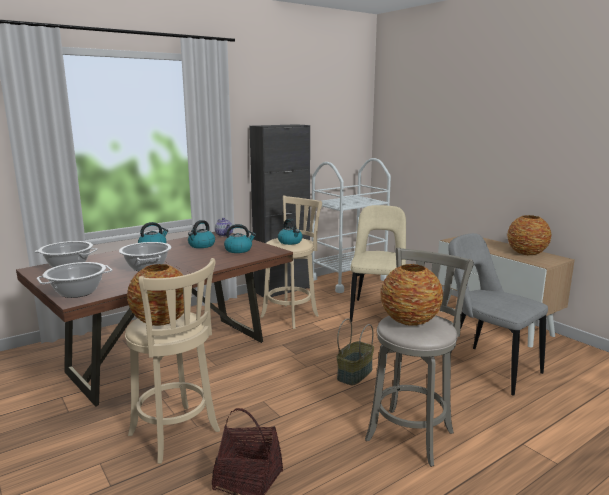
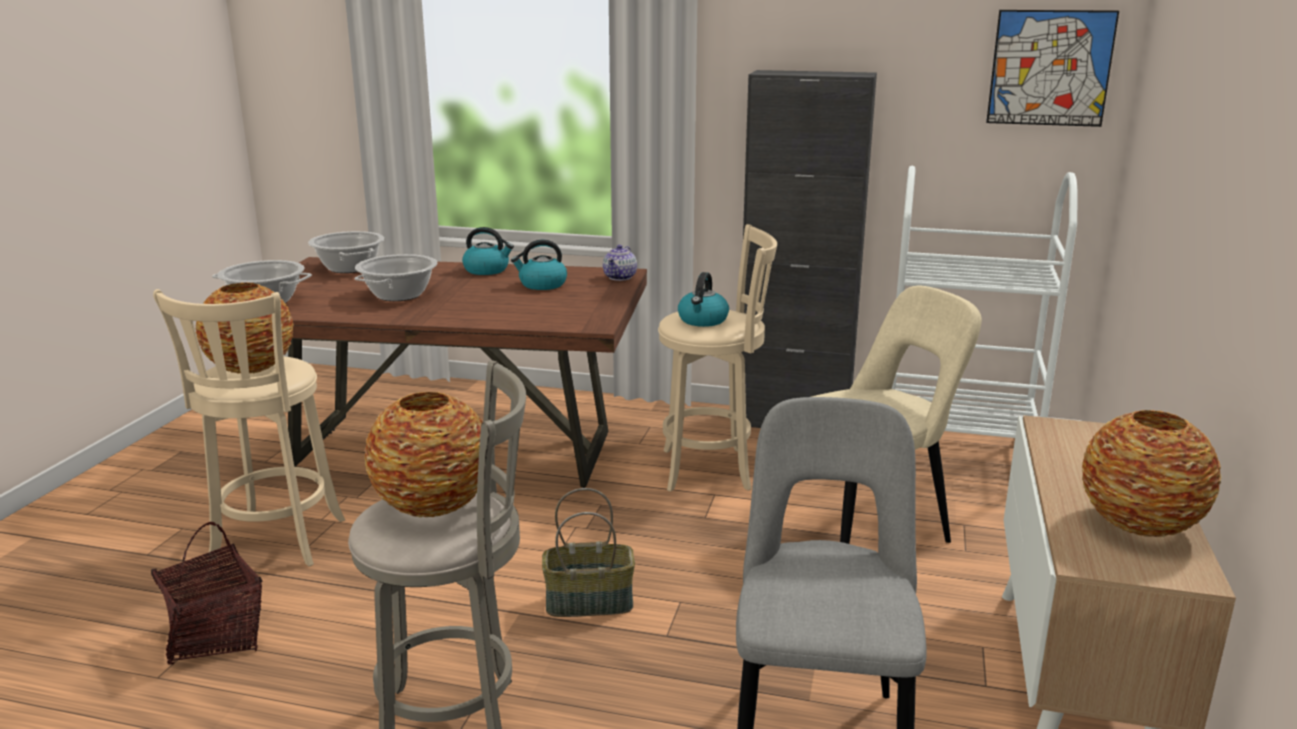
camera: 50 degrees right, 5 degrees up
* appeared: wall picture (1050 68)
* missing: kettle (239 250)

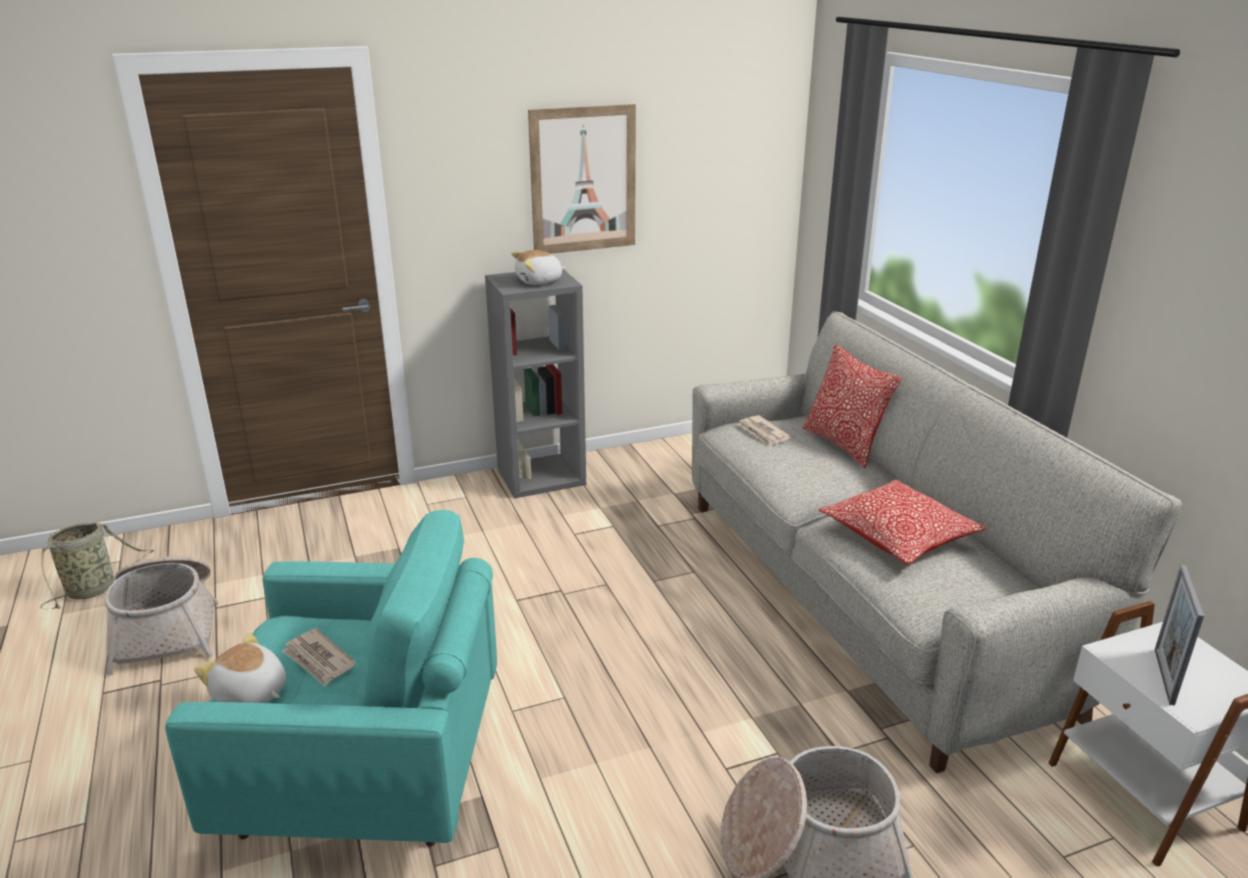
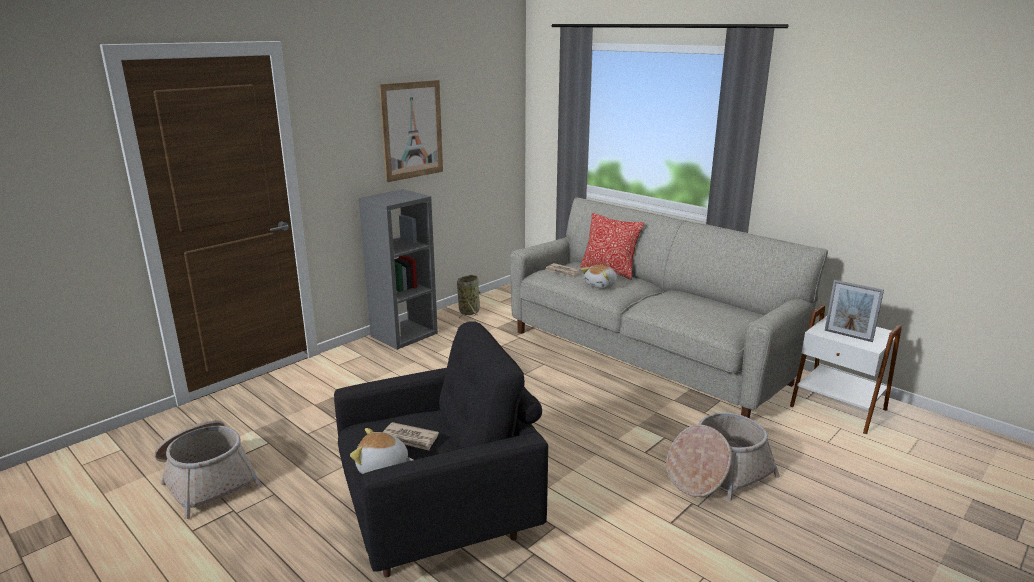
camera: 25 degrees left, 5 degrees down
* colour: easy chair in blue-green (368 775) to easy chair in blackish (440 517)
* relocated: household basket (94 589) to (470 311)
* relocated: plush toy (539 281) to (601 285)
* spun: standing frame (1164 676) = (848 335) 45 degrees counterclockwise
* missing: throw pillow (898 537)

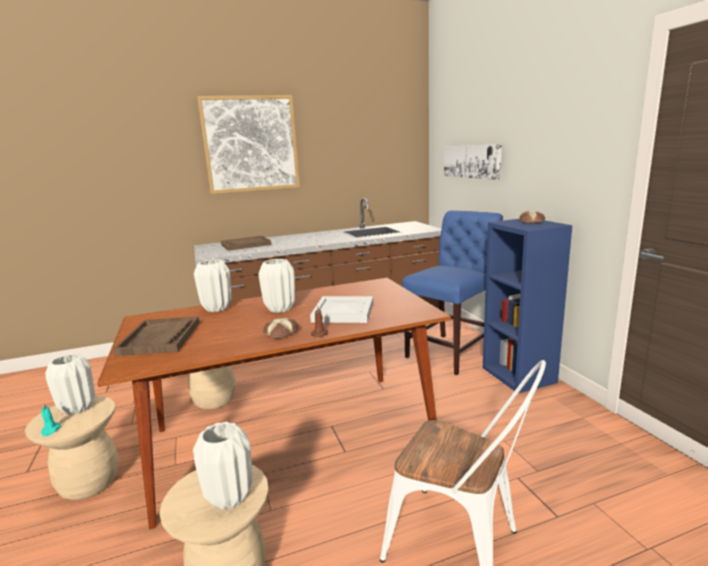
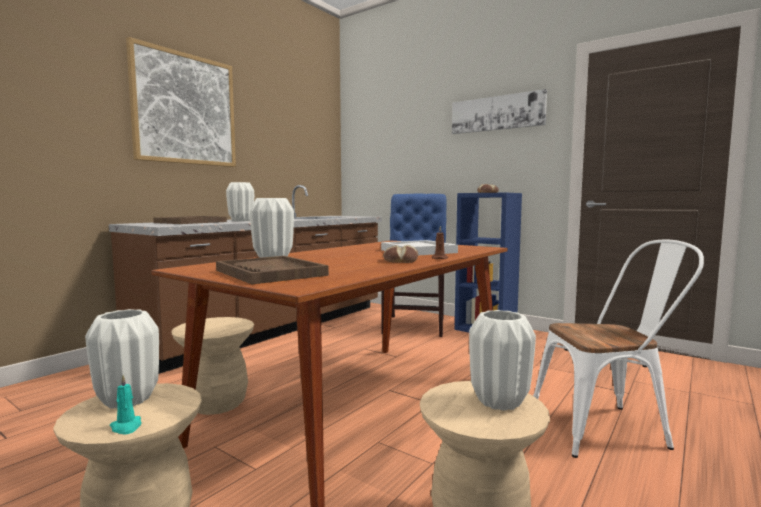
camera: 35 degrees left, 10 degrees down
* relocated: decorative vase in whitish (280 309) to (241 220)
* relocated: wall picture (471 161) to (497 113)

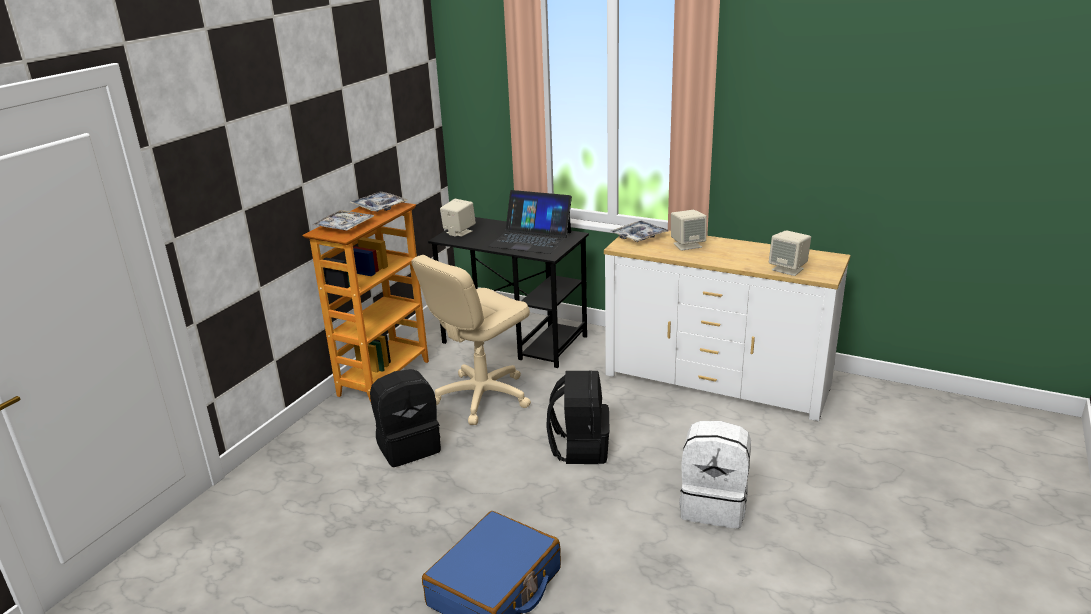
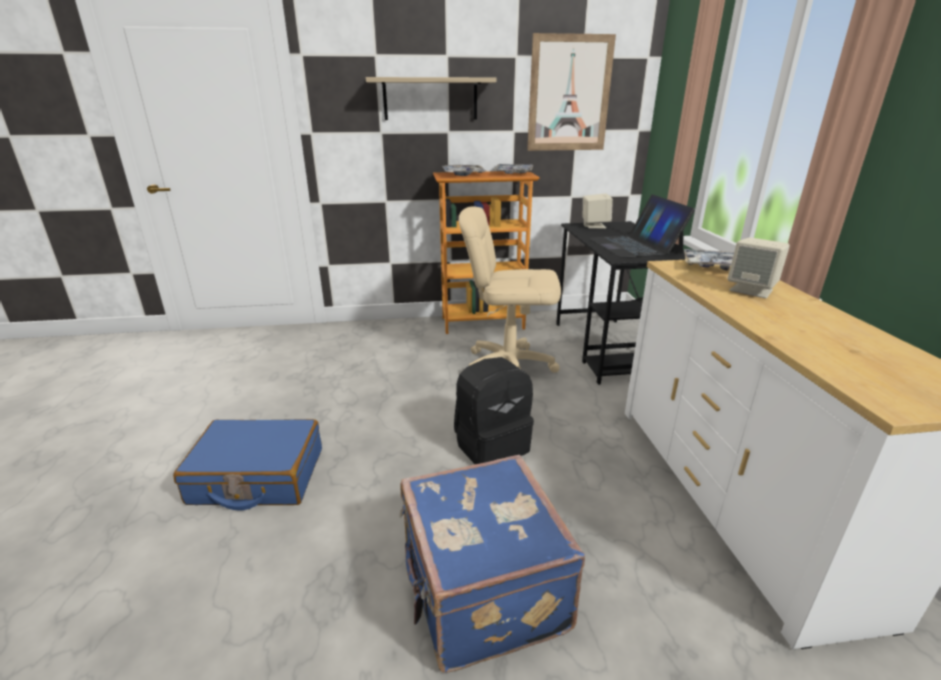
camera: 55 degrees right, 0 degrees up
* appeared: shelf (430 99)
* exchanged: rucksack in whitish (714 506) to suitcase in blue-coloured (481 591)
* appeared: wall picture (569 94)
* missing: rucksack in blackish (408 447)
* missing: audio speaker in beige (788 269)

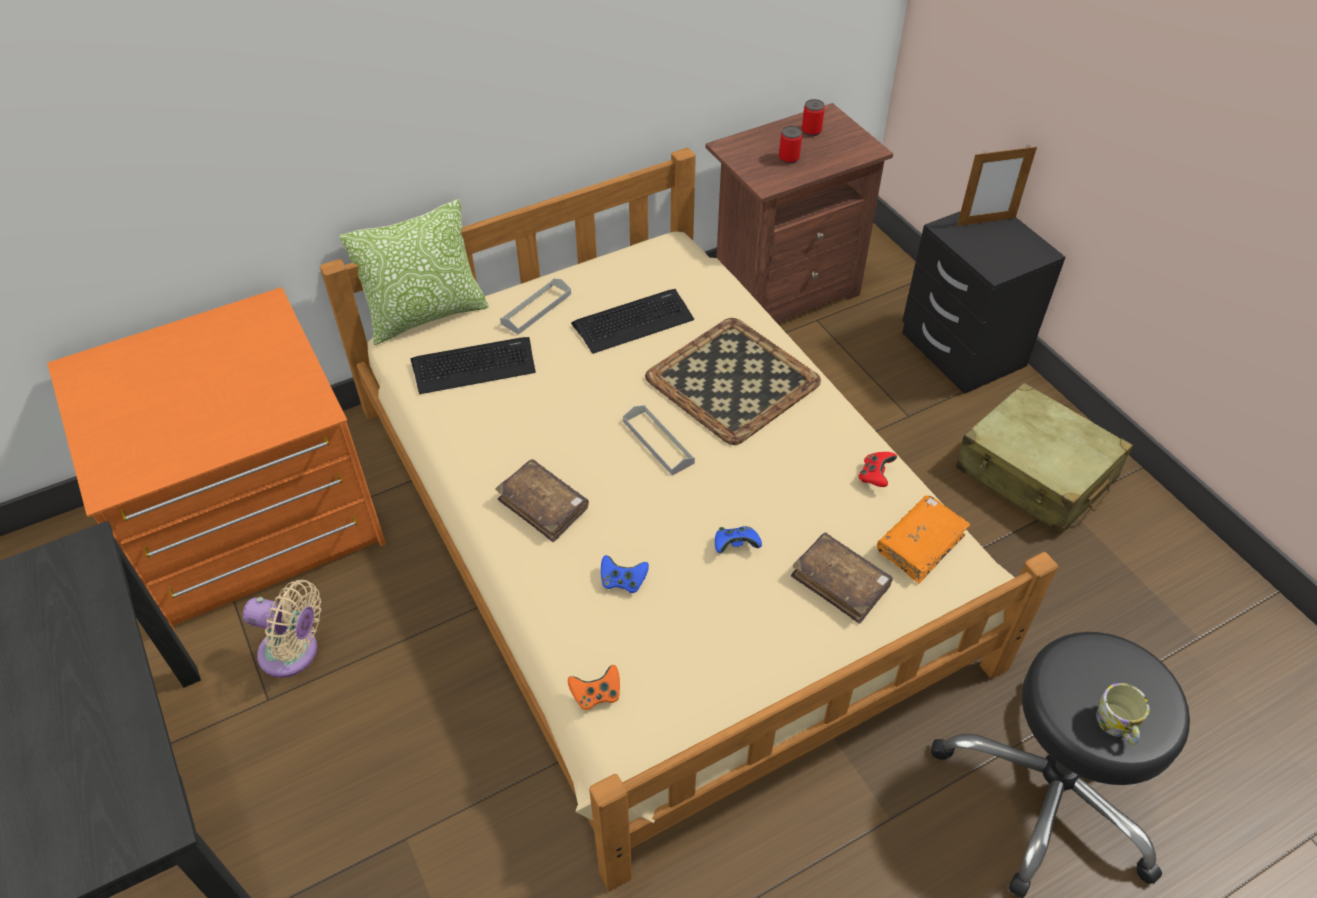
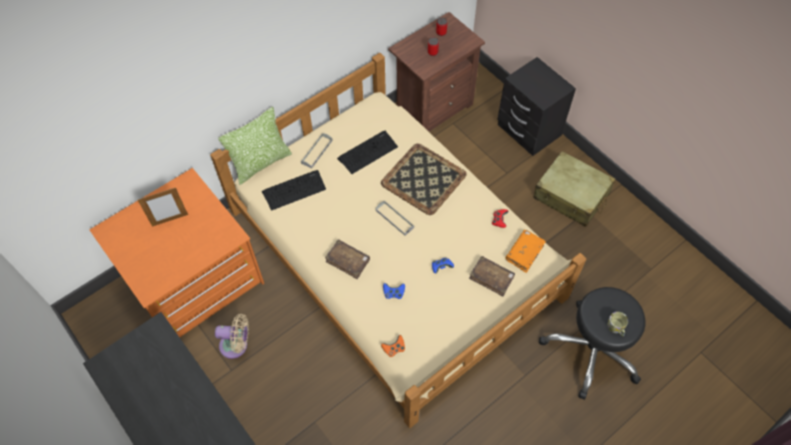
camera: 10 degrees left, 10 degrees up
* relocated: standing frame (986 221) to (170 220)

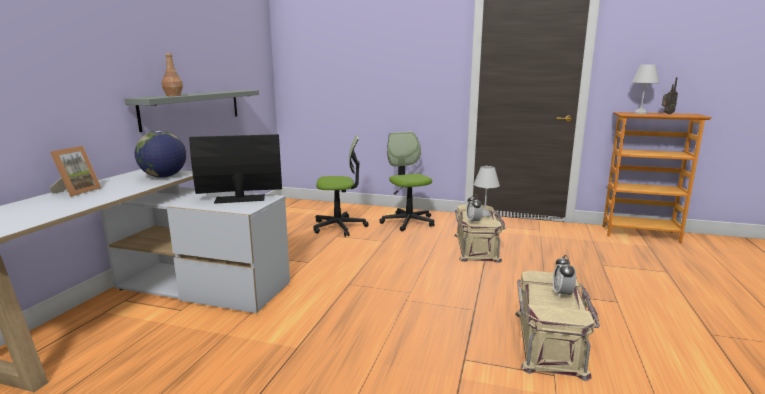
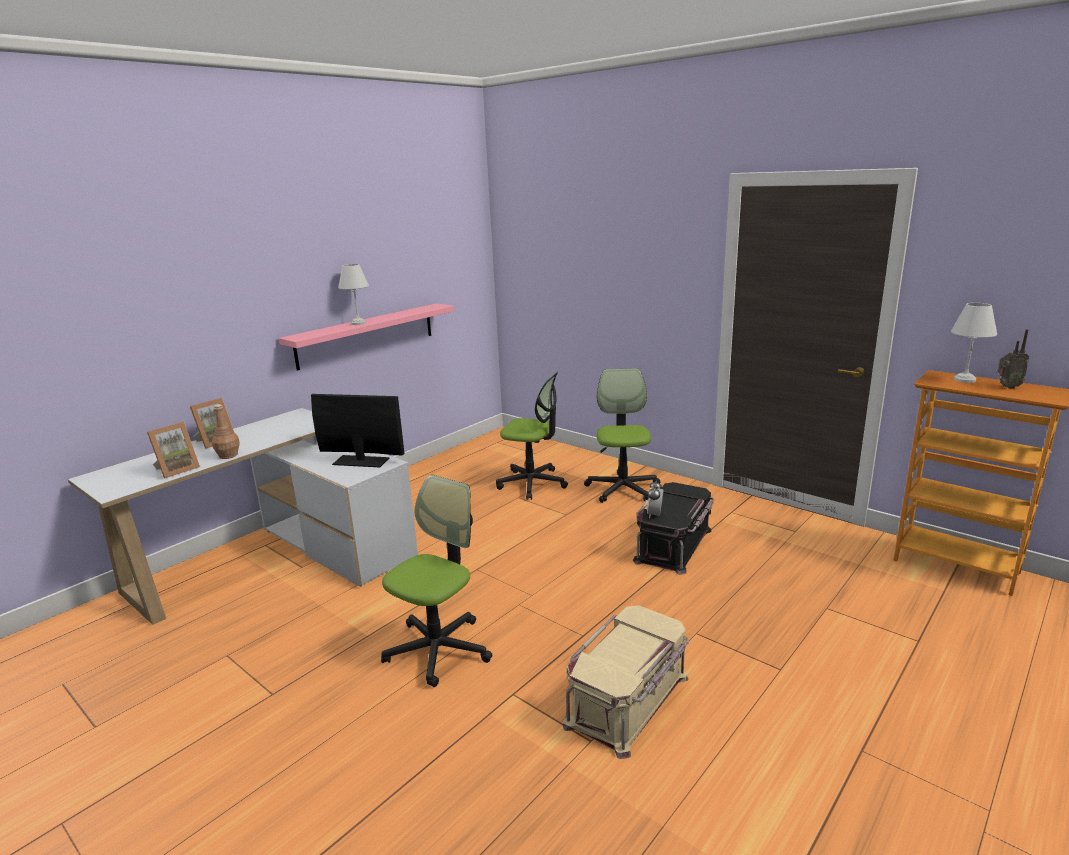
camera: 25 degrees right, 5 degrees up
* appeared: standing frame (177 470)
* relocated: drink bottle in brown-coloured (173 95) to (228 455)
* colour: shelf in grey (193 108) to shelf in pink (367 335)
* relocated: tabletop lamp in whitish (484 215) to (358 323)
* appeared: computer chair (438 649)
* colour: storage container in beige (477 247) to storage container in blackish (674 545)
* missing: desk globe (164 177)
* missing: bedside clock (562 294)

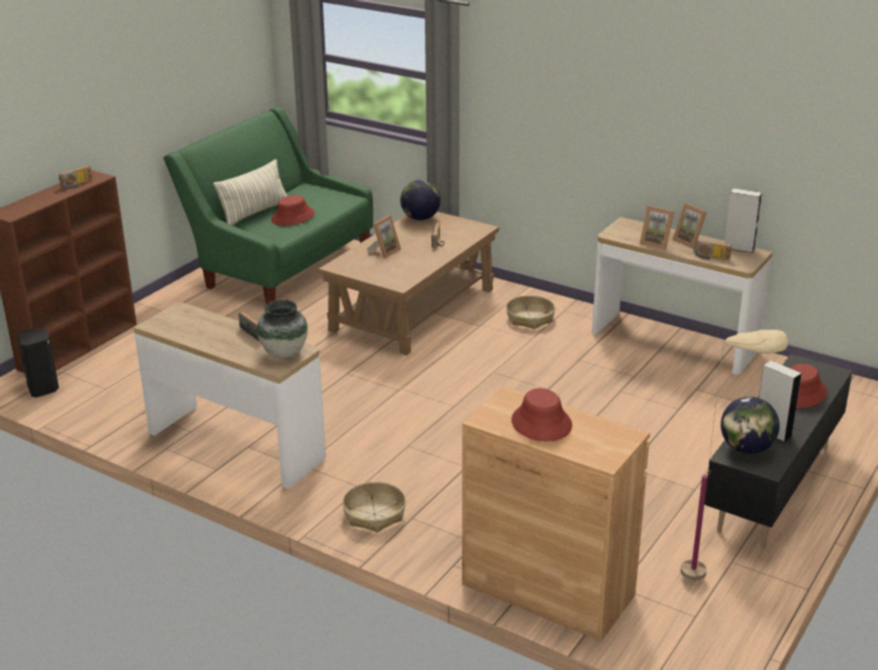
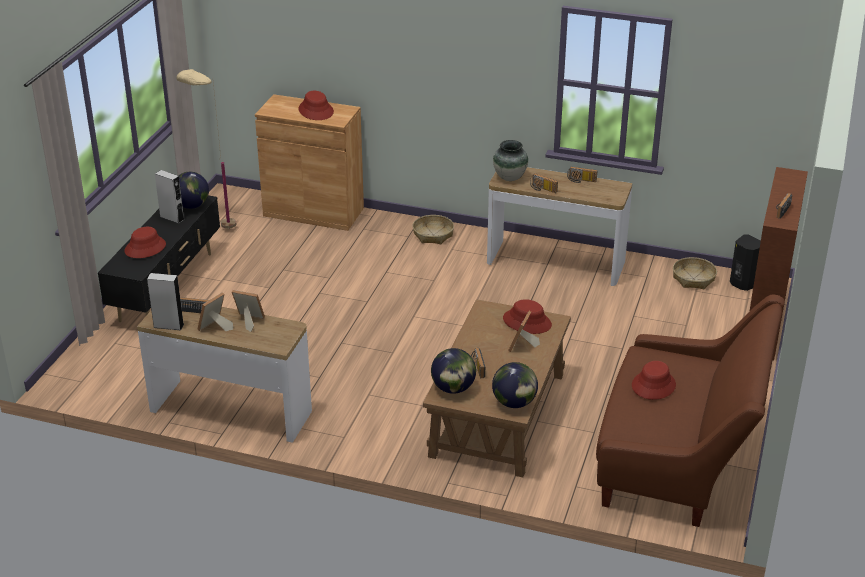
camera: 165 degrees right, 5 degrees up
* spun: standing frame (690 242) = (215 328) 90 degrees counterclockwise
* appeared: desk globe (453 388)
* appeared: hat in reddish (527 322)
* appeared: radio (581 181)
* colour: couch in greenish (281 264) to couch in brown-coloured (679 458)
* relocated: household basket (530 318) to (693 279)
* missing: throw pillow (255 213)

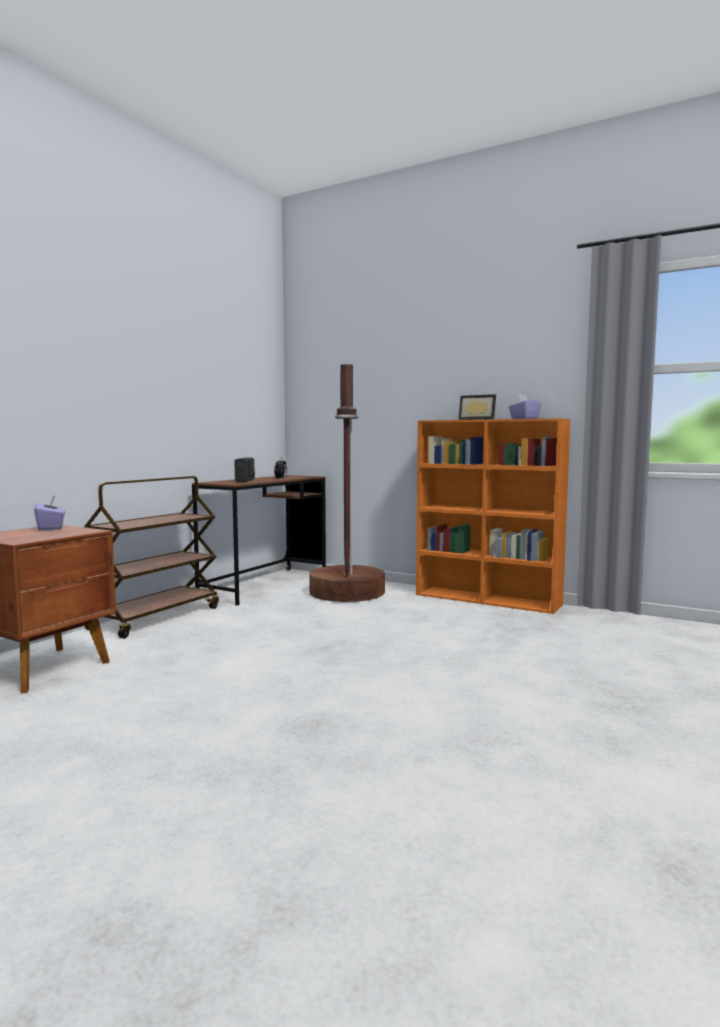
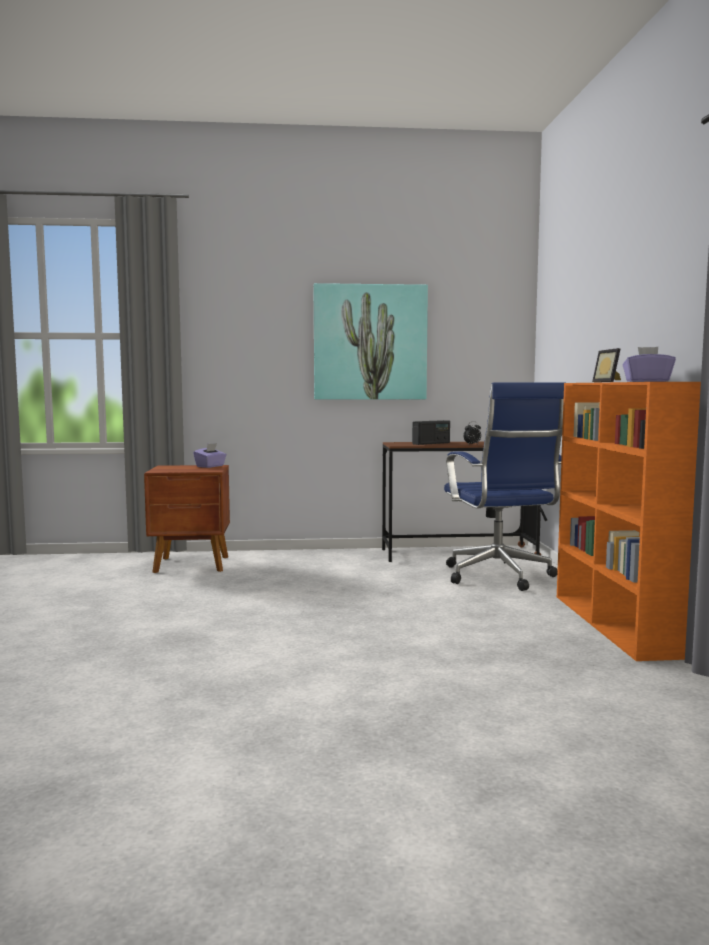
camera: 55 degrees right, 0 degrees up
* appeared: wall picture (370 342)
* exchanged: standing lamp in brown-coloured (347 593) to computer chair in blue-coloured (499 577)
* missing: wheeled cart in brown-coloured (156 617)

